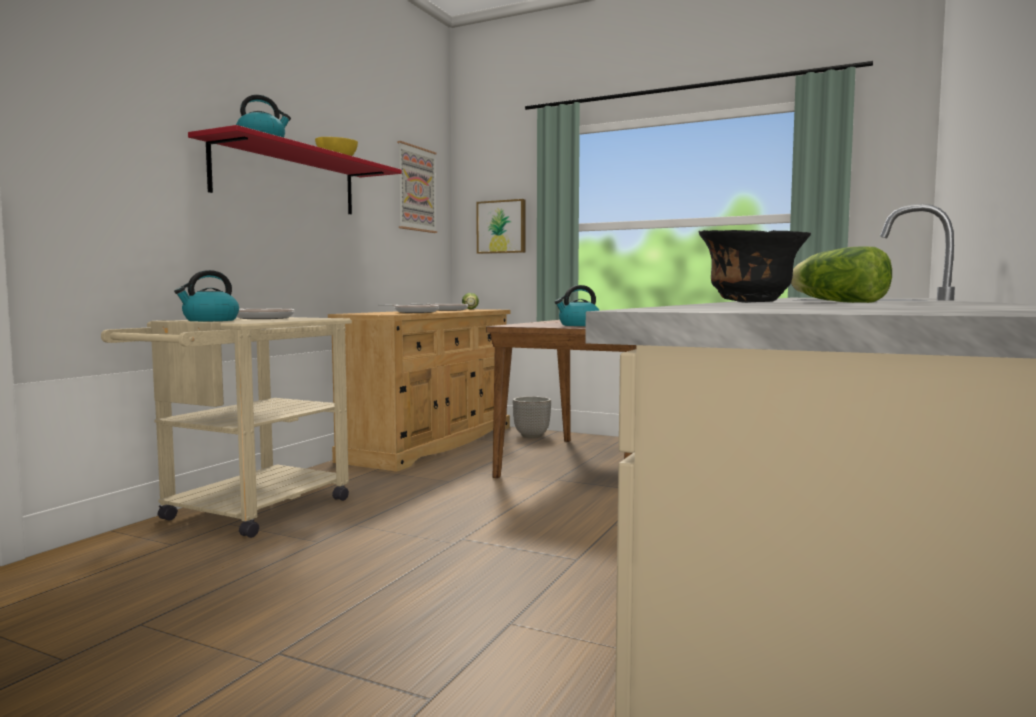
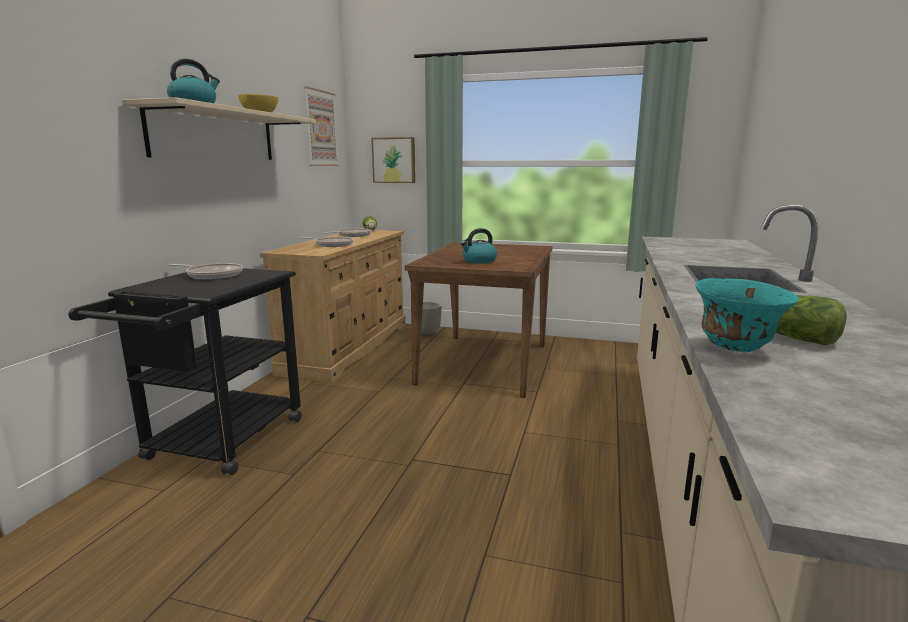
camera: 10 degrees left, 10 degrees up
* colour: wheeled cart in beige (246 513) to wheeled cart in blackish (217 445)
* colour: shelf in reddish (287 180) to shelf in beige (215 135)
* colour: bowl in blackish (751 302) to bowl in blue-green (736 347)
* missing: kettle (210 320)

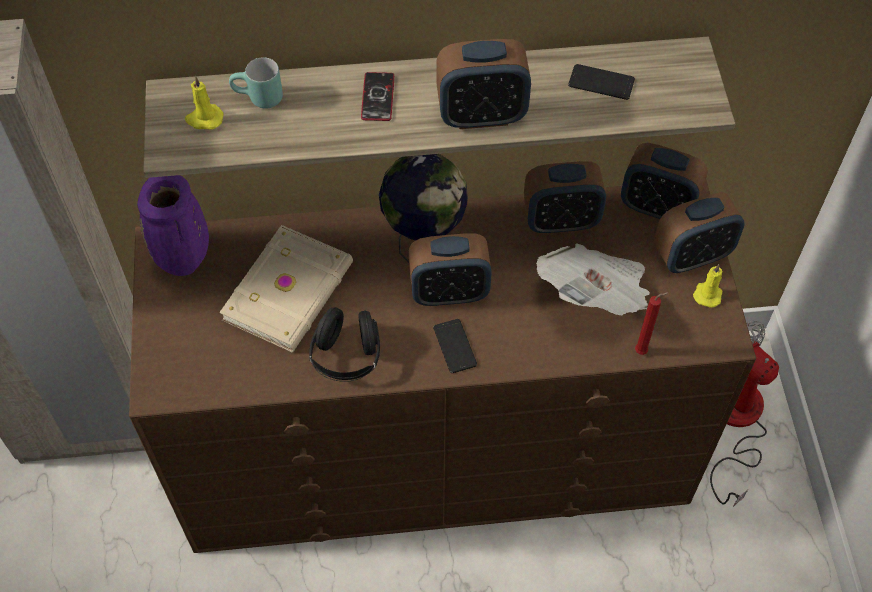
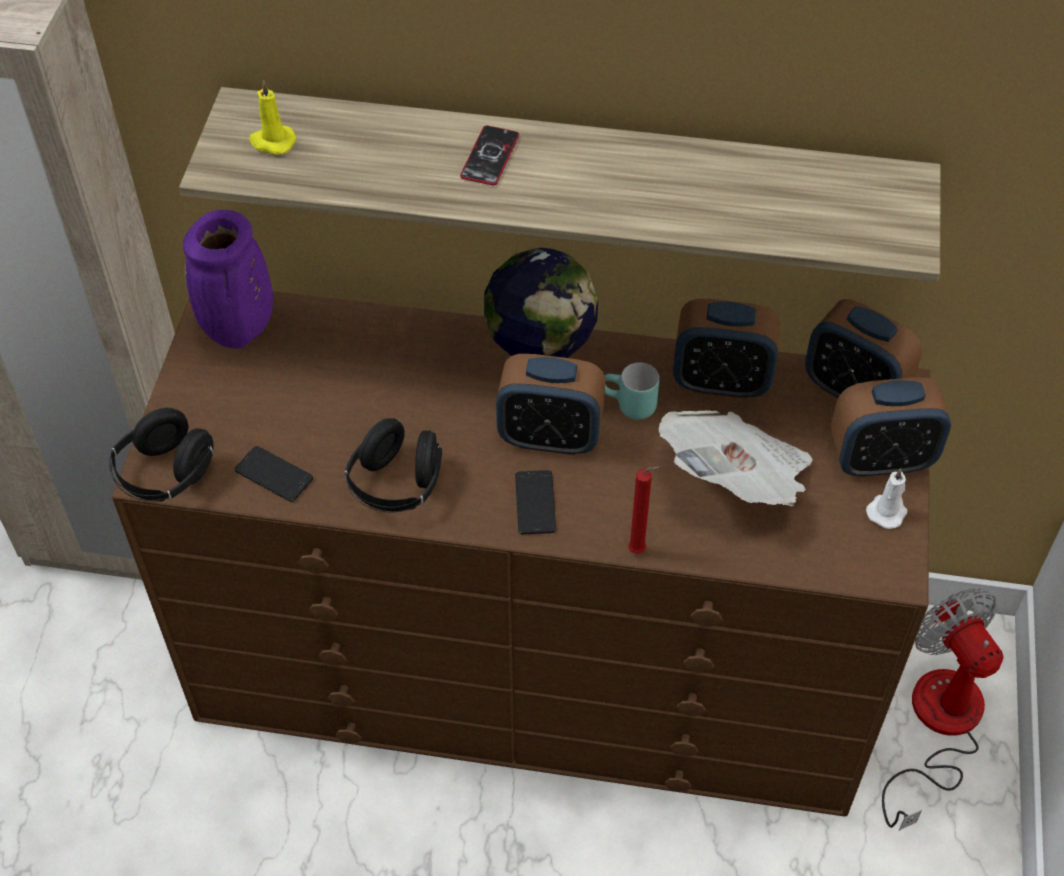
camera: 15 degrees right, 5 degrees down
* appeared: pair of headphones in blackish (165 474)
* relocated: phone (601 83) to (274 474)
* relocated: tea mug in blue-green (258 100) to (627 407)
* relocated: wax candle in reddish (643 351) to (639 551)
* colour: wax candle in yellow-coloured (708 293) to wax candle in whitish (887 511)
* missing: book in beige (291 292)
* missing: bedside clock (481 115)

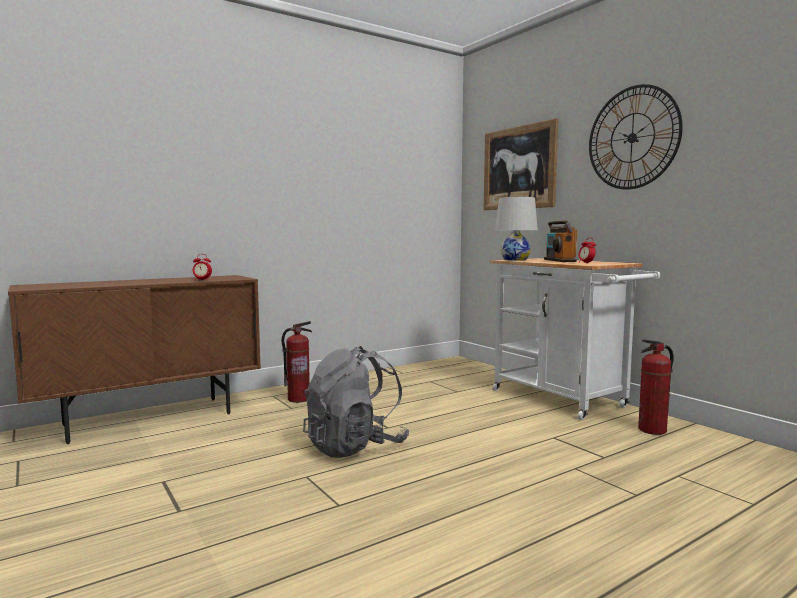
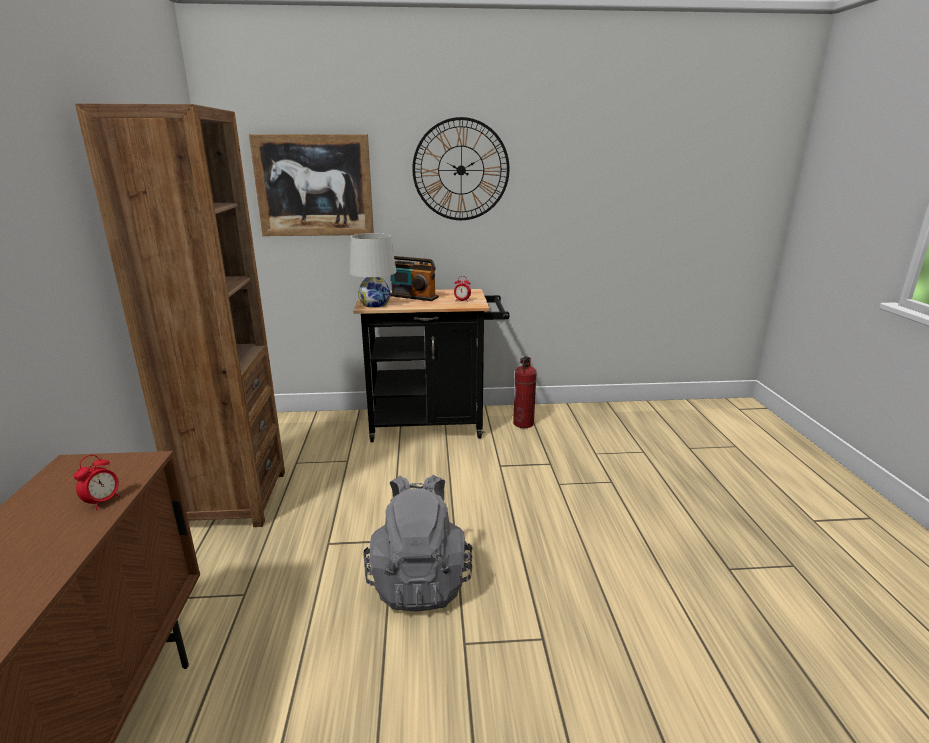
camera: 60 degrees left, 15 degrees up
* appeared: shelving unit in brown-coloured (234 499)
* colour: wheeled cart in whitish (564 400) to wheeled cart in blackish (434 424)
* missing: fire-fighting cylinder (298 399)

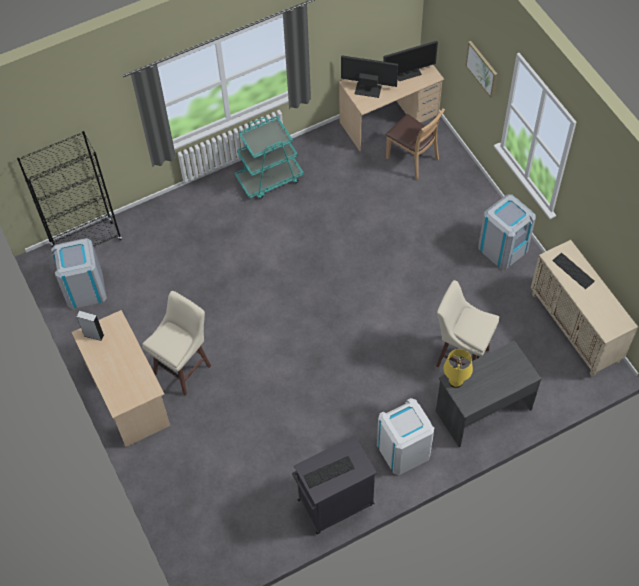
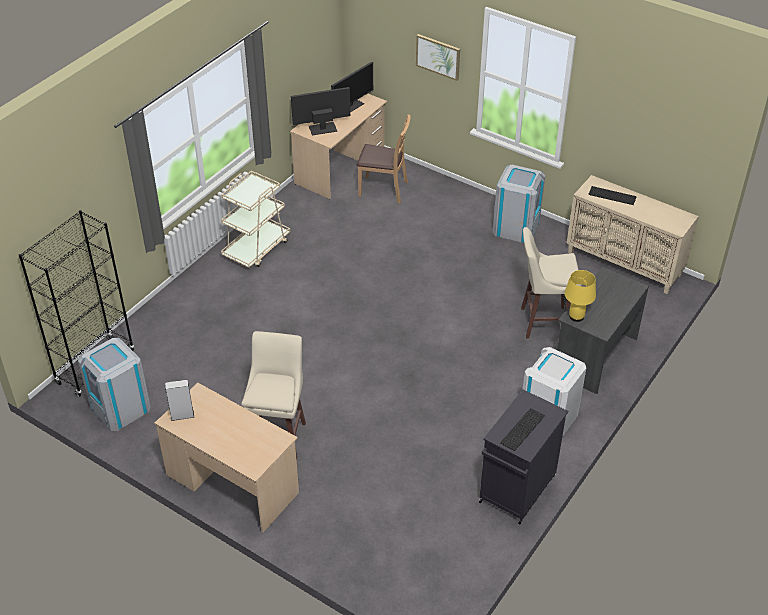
camera: 30 degrees left, 15 degrees down
* colour: wheeled cart in blue-green (270 179) to wheeled cart in beige (257 248)

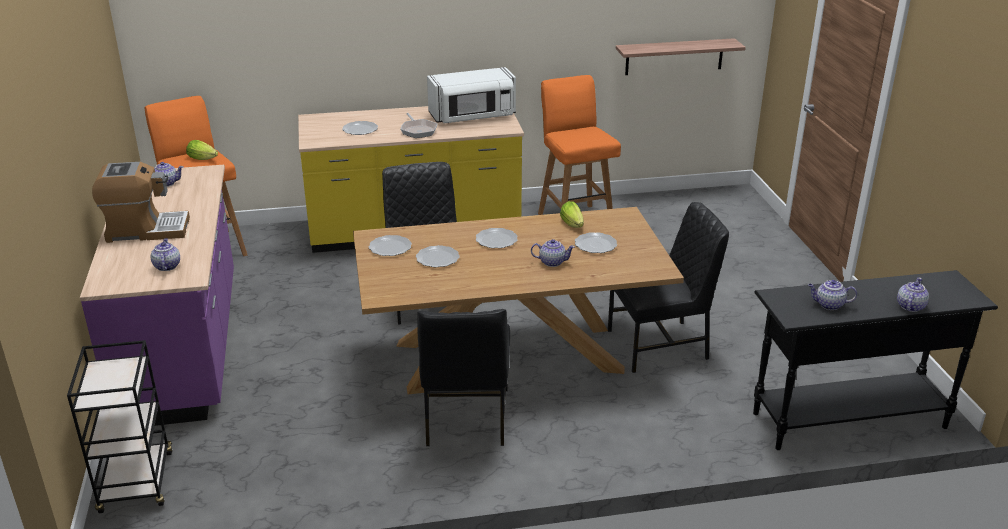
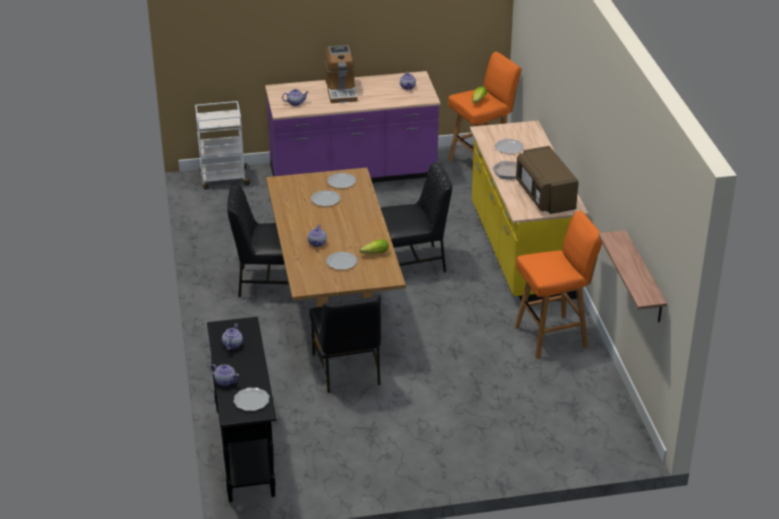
camera: 90 degrees right, 5 degrees up
* colour: wheeled cart in blackish (137 483) to wheeled cart in whitish (223 179)
* relocated: plate (496 240) to (252 400)
* colour: microwave in whitish (473 116) to microwave in brown-coloured (545 196)

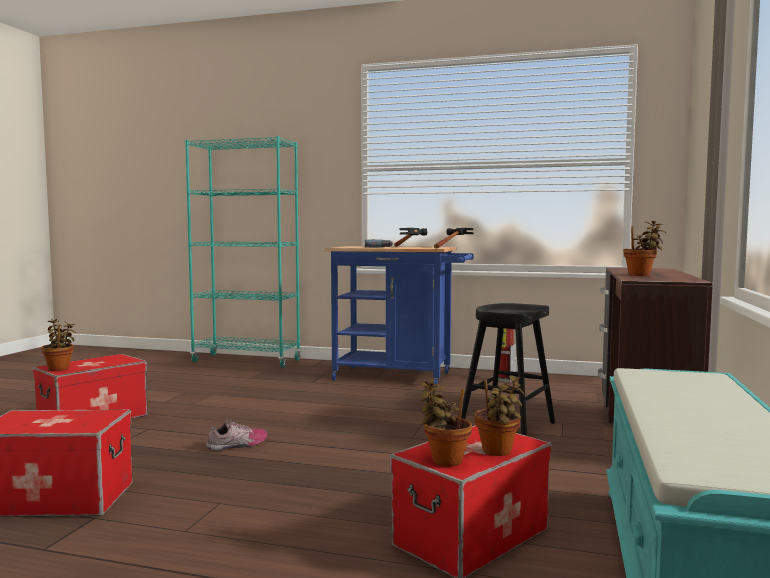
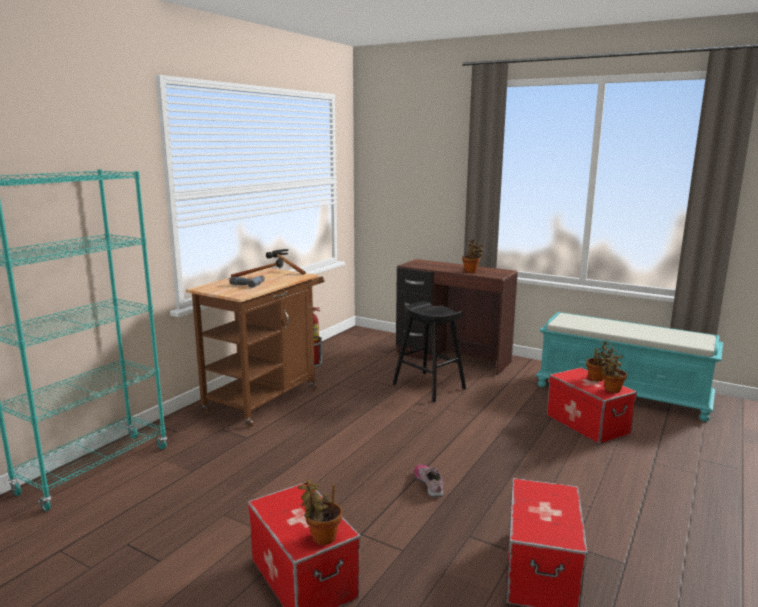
camera: 75 degrees left, 10 degrees up
* colour: wheeled cart in blue-coloured (400 377) to wheeled cart in brown-coloured (266 397)

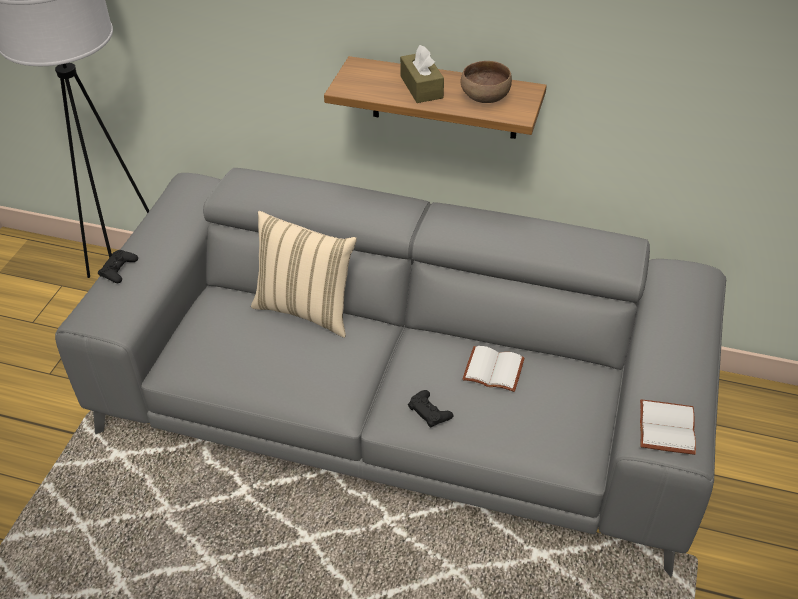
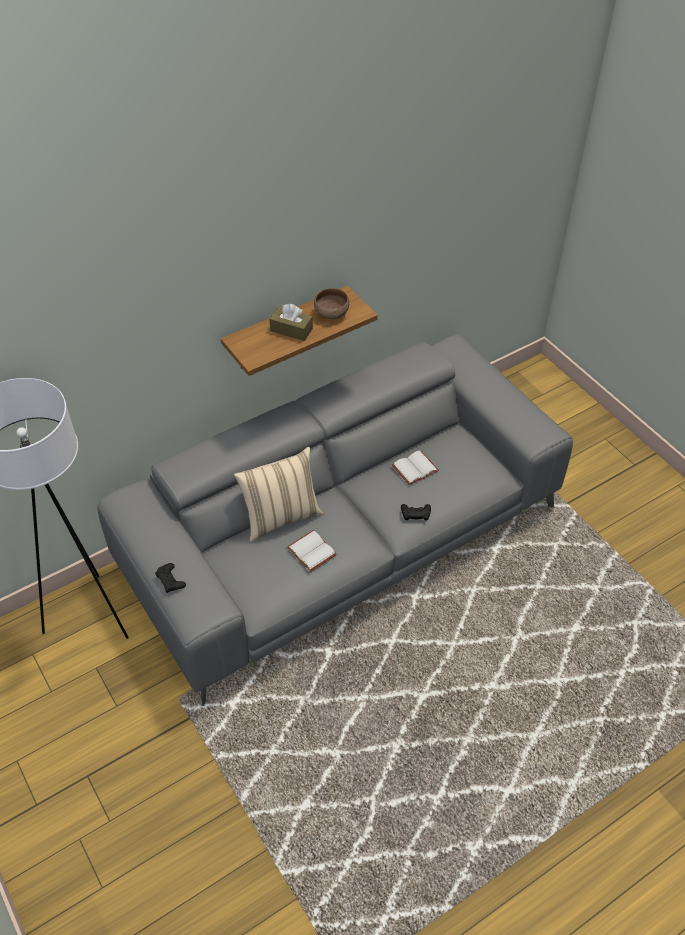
camera: 50 degrees left, 5 degrees up
* relocated: book in whitish (664 427) to (310 551)

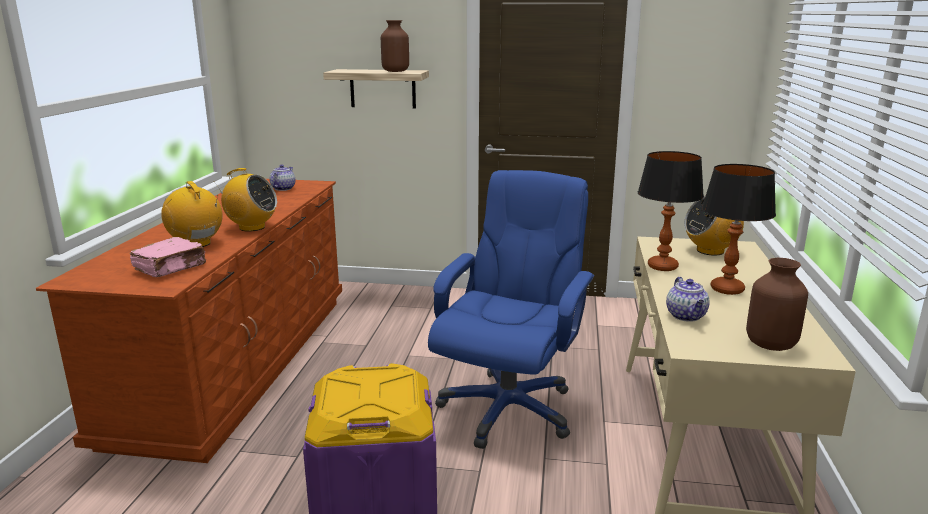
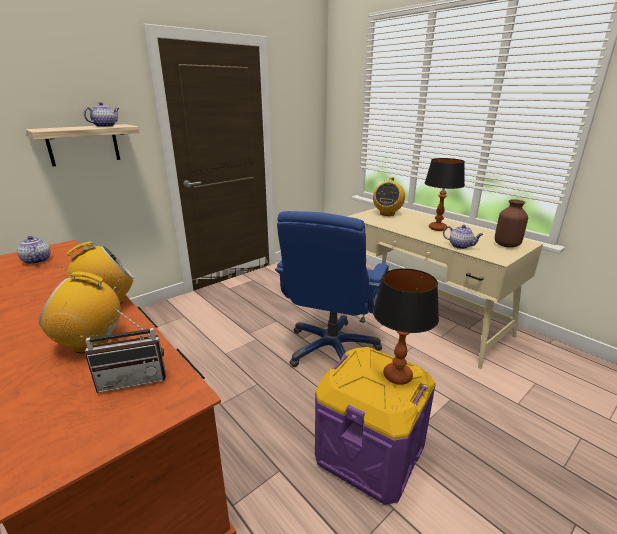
camera: 50 degrees left, 5 degrees up
* exchanged: decorative vase in brown-coloured (396 71) to pot for tea (105 126)
* exchanged: book in pink (171 268) to radio (134 378)
* spun: computer chair in blue-coloured (508 408) = (332 349) 135 degrees counterclockwise
* relocated: tabletop lamp (663 266) to (397 375)

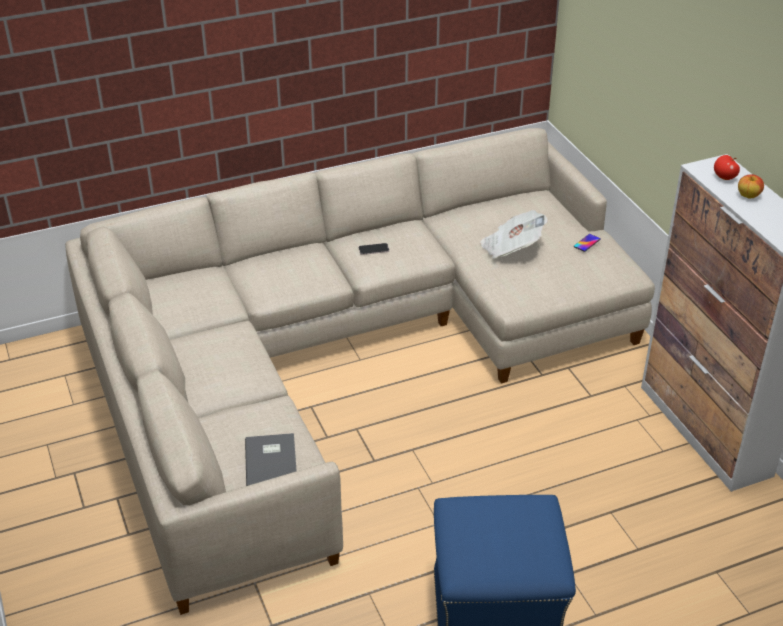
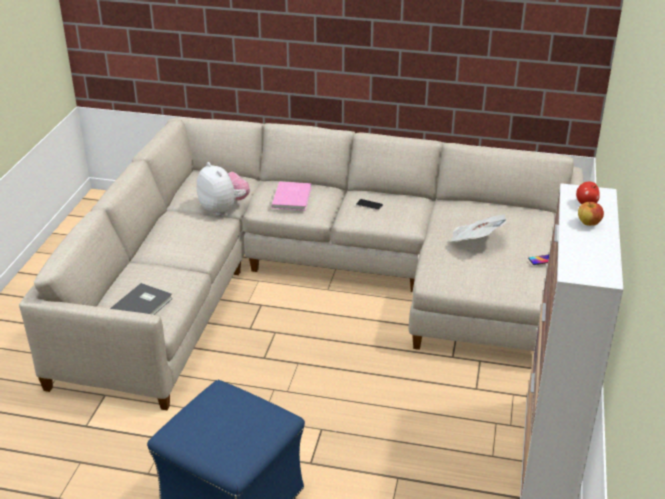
camera: 35 degrees right, 5 degrees down
* appeared: plush toy (223 209)
* appeared: book in pink (293 197)

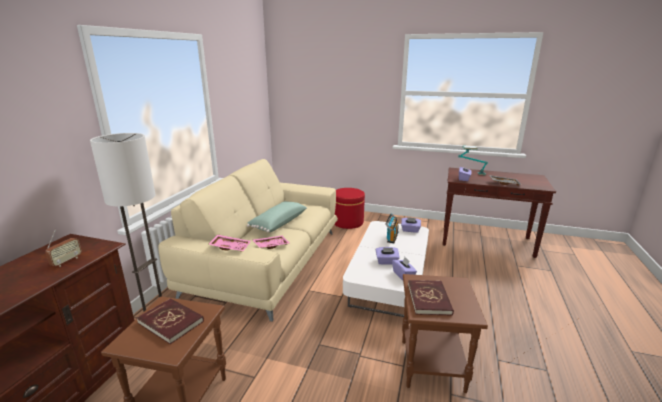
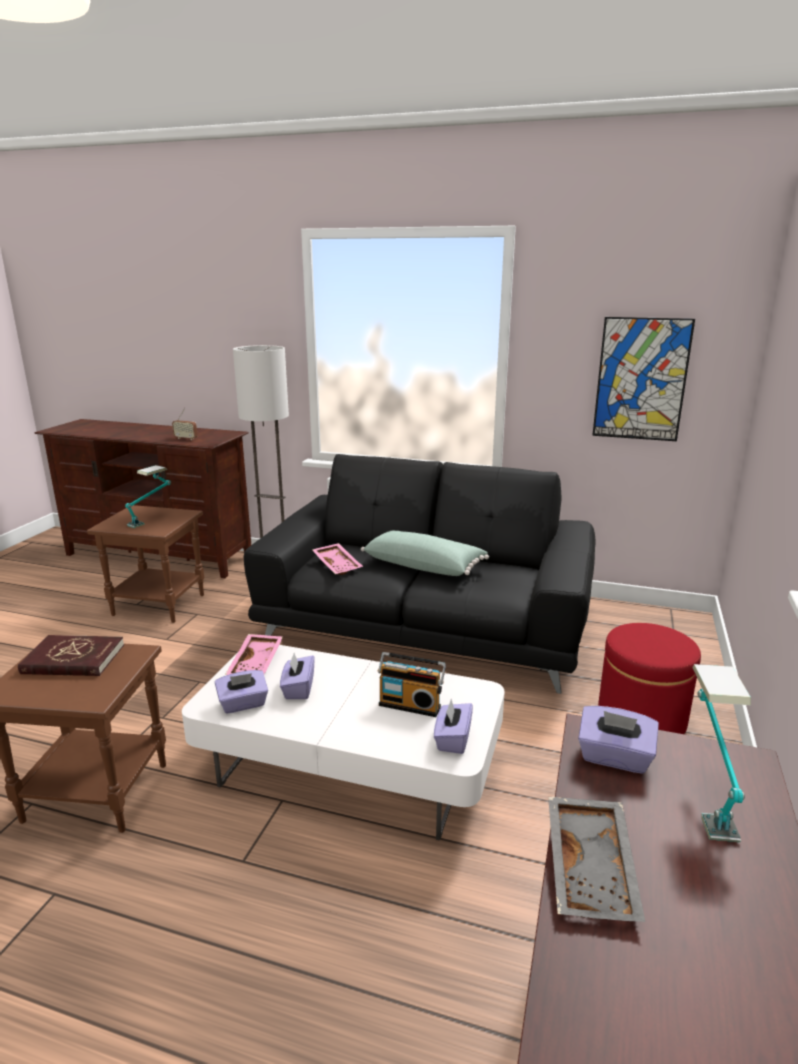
camera: 90 degrees right, 0 degrees up
* exchanged: book in reddish (171 322) to tabletop lamp (151 519)
* relocated: serving tray in pink (230 247) to (257 663)
* colour: couch in beige (266 262) to couch in blackish (426 625)
* appeared: wall picture (641 379)

